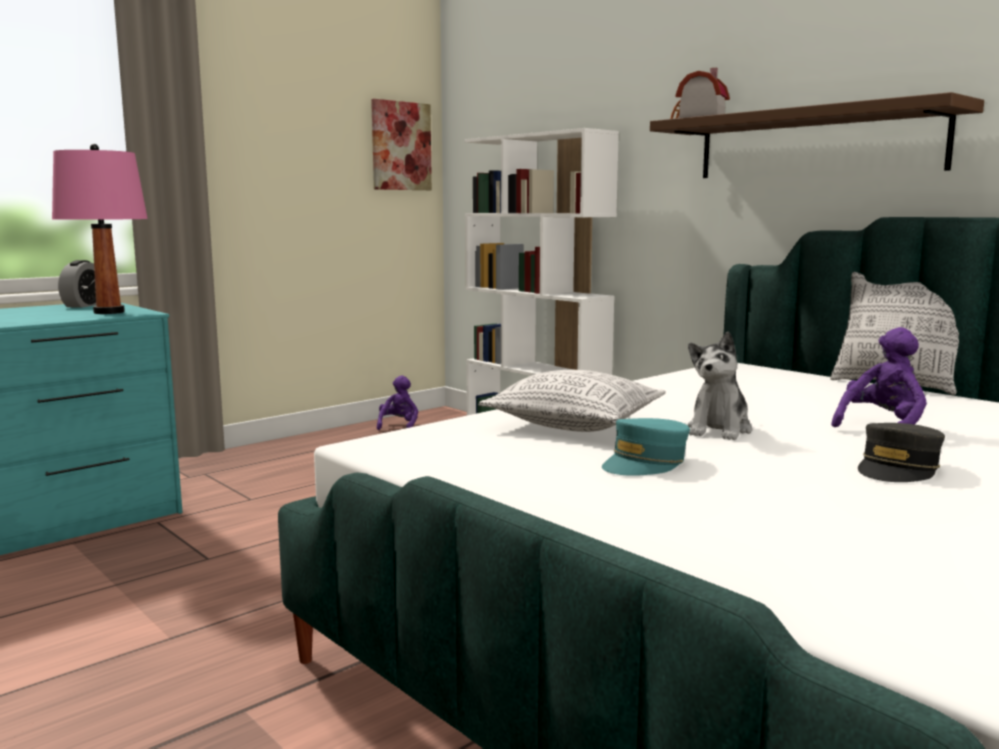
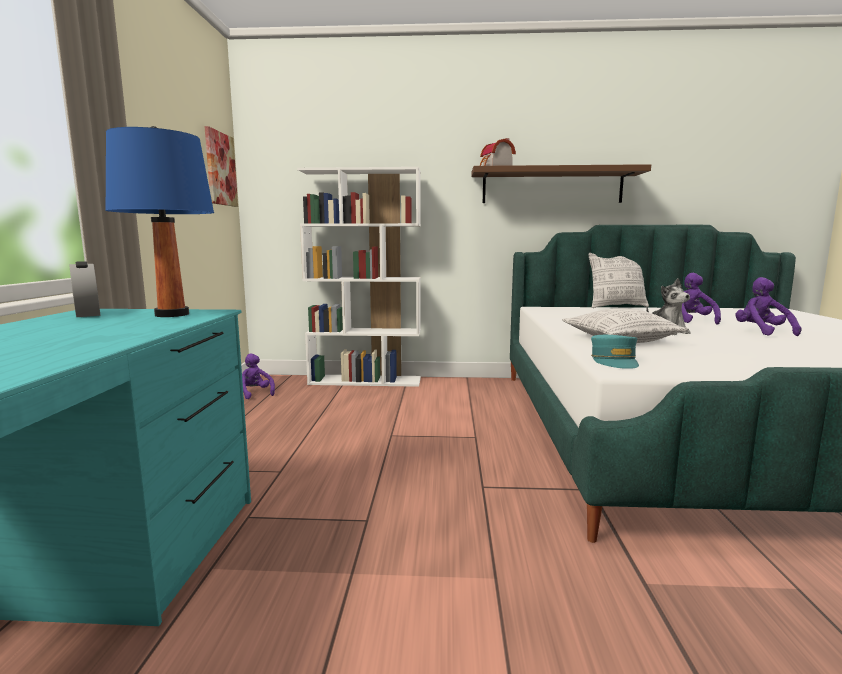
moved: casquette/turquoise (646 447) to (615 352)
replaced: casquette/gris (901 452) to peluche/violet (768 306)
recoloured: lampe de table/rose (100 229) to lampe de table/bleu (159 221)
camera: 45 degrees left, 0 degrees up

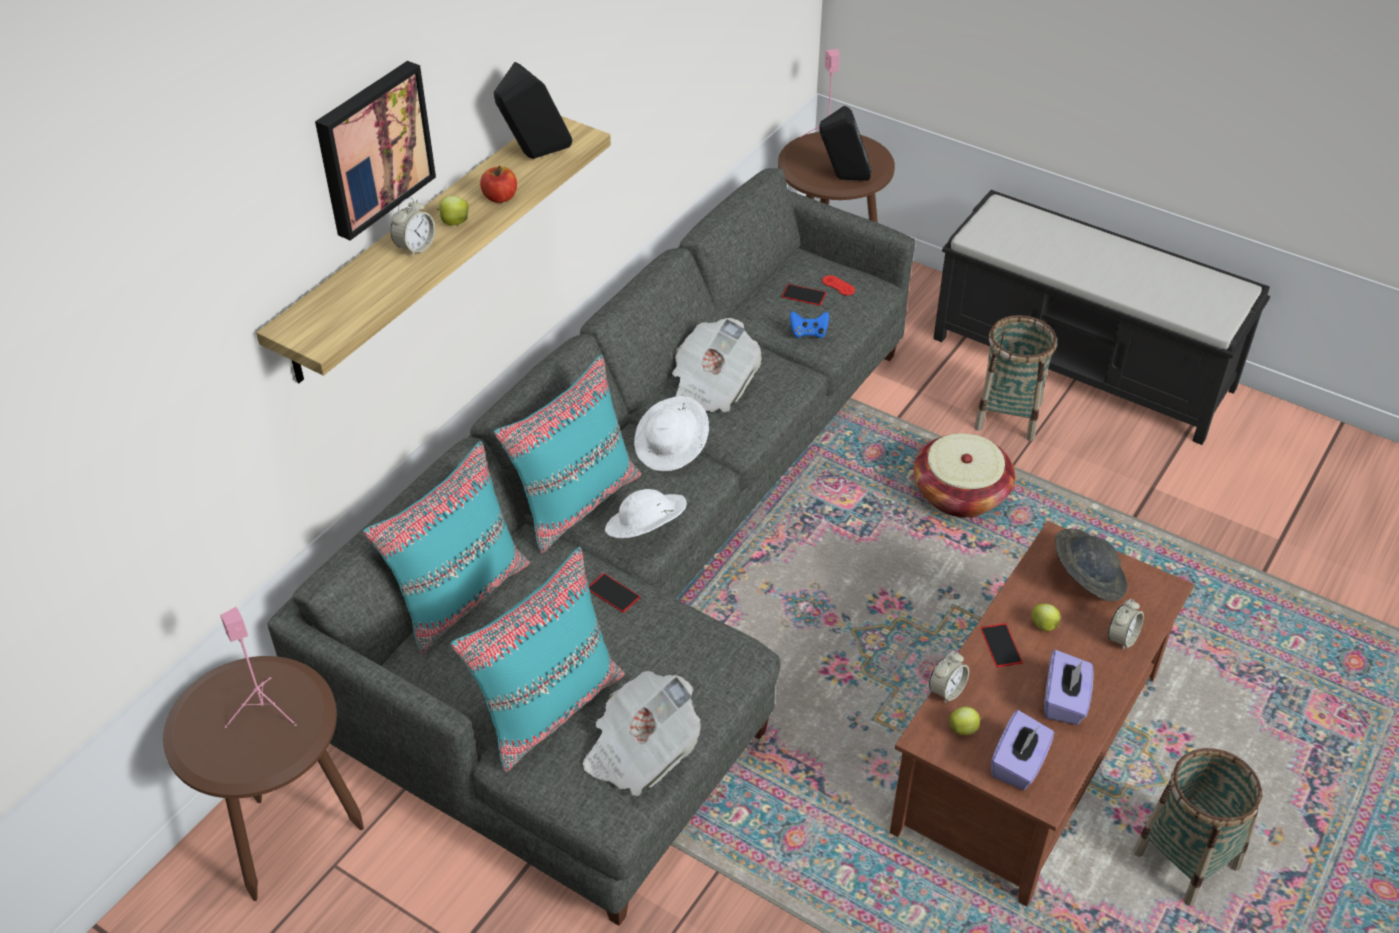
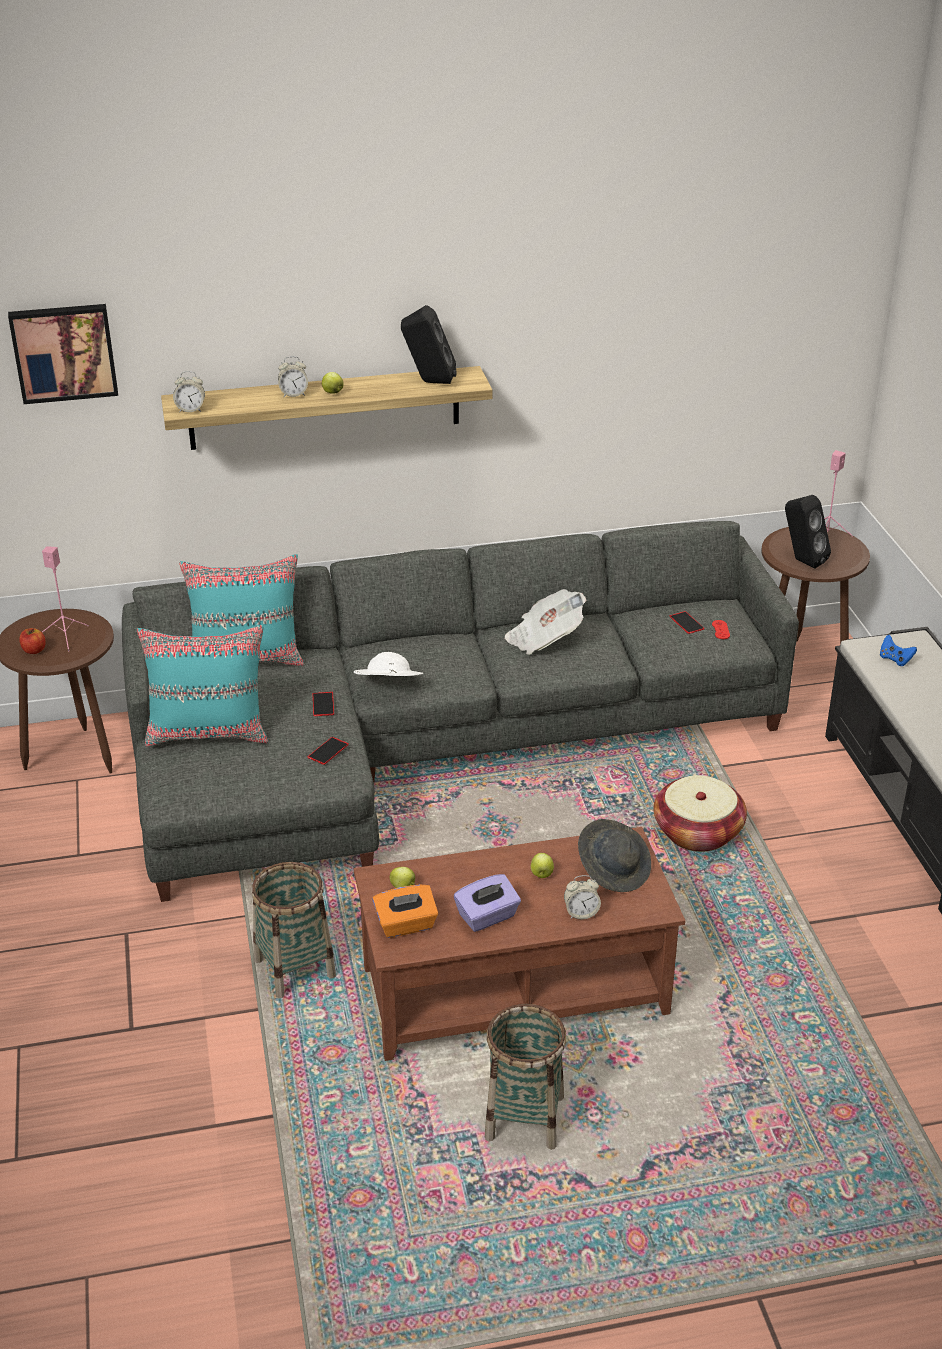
removed: coussin/turquoise (568 454); journal (642 733); chapeau/blanc (671 434)
moved: tableau (375 150) to (63 354); pomme (498 184) to (32 641); manette/bleu (809 324) to (898 650); réveil (949 677) to (189 391); panier (1015 378) to (294 930); téléphone (1002 645) to (328 751)
recoloured: boîte à mouchoirs/violet (1022 750) to boîte à mouchoirs/orange (405 911)
camera: 45 degrees right, 10 degrees down

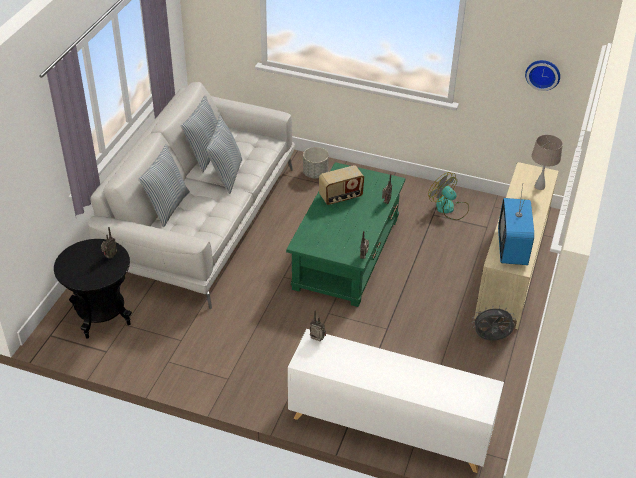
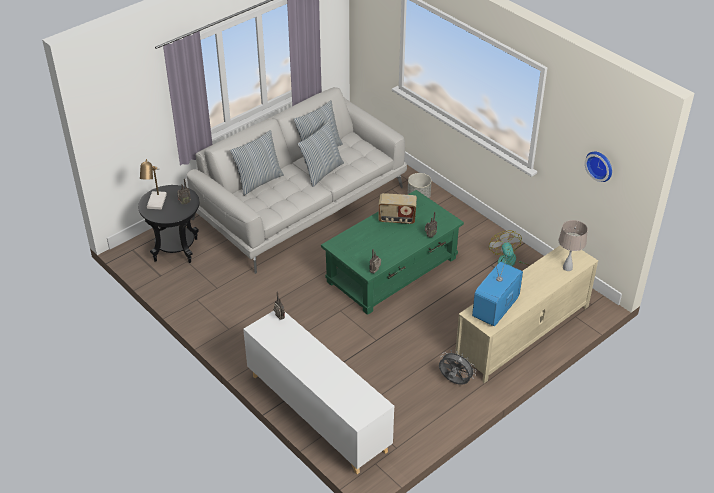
added: lampe de table (153 184)
camera: 30 degrees right, 0 degrees up

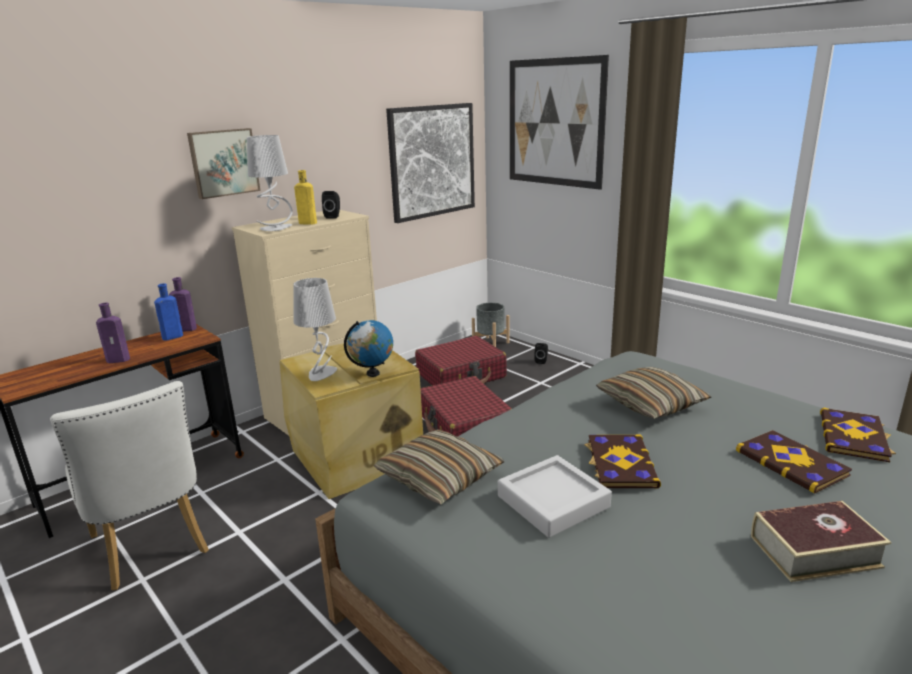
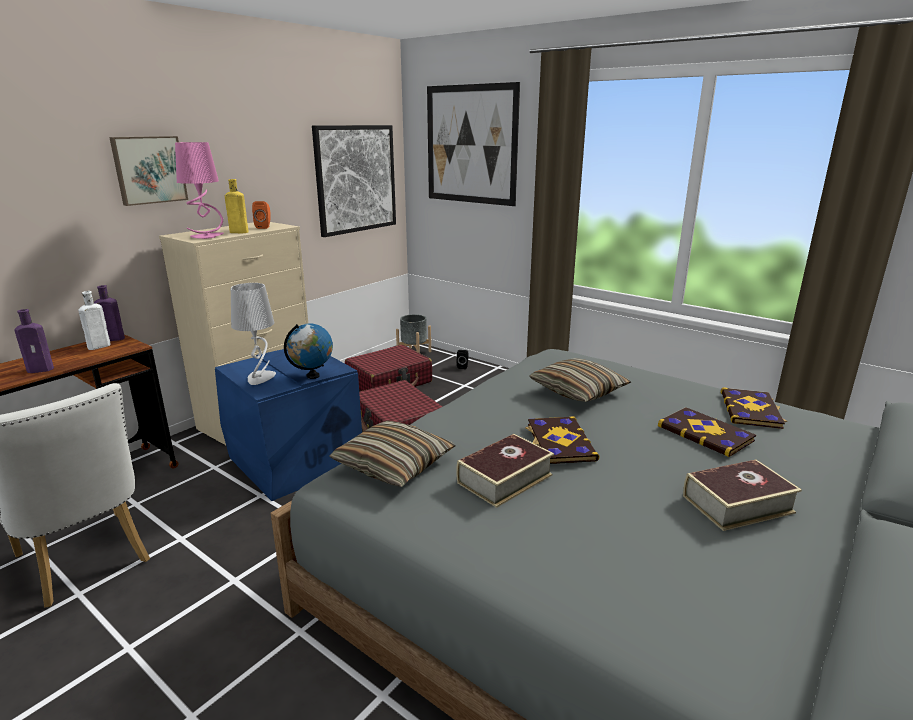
replaced: plateau/gris (555 496) to livre (505 471)
recoloured: bouteille/bleu (168 311) to bouteille/blanc (94 320); lampe de table/gris (270 183) to lampe de table/rose (199 190); boîte de rangement/beige (351 421) to boîte de rangement/bleu (288 425); enceinte/noir (331 205) to enceinte/orange (261 215)
camera: 10 degrees left, 0 degrees up

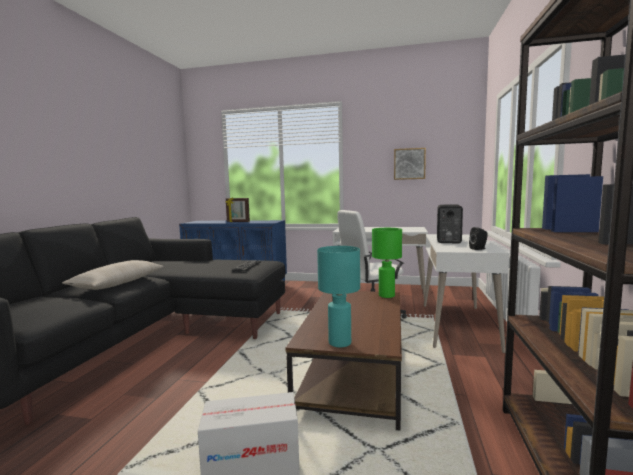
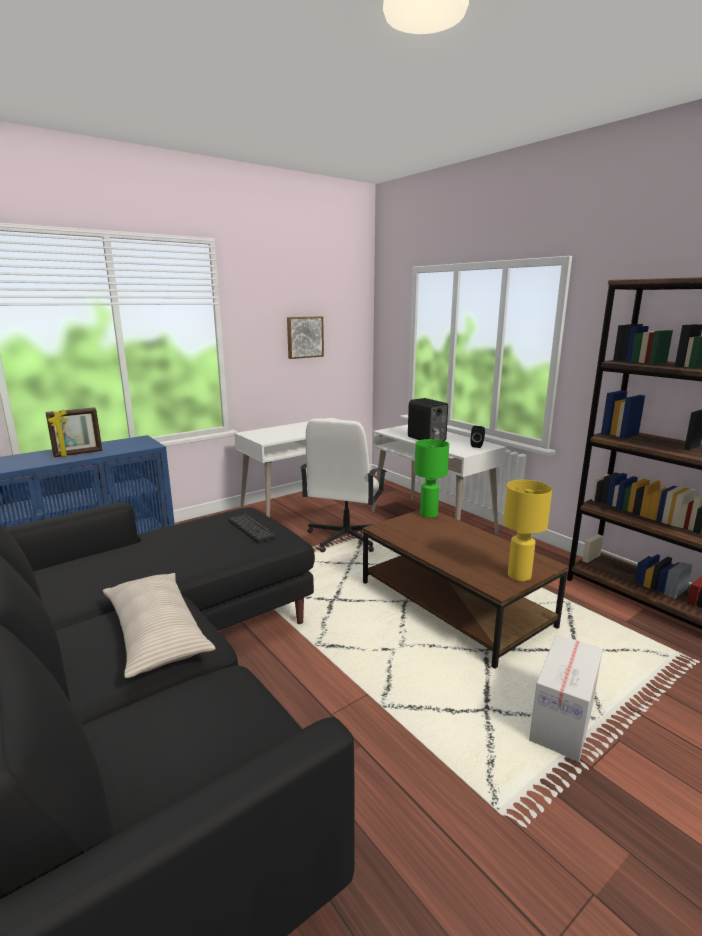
recoloured: lampe de table/turquoise (338 297) to lampe de table/jaune (527 530)
camera: 50 degrees left, 10 degrees up

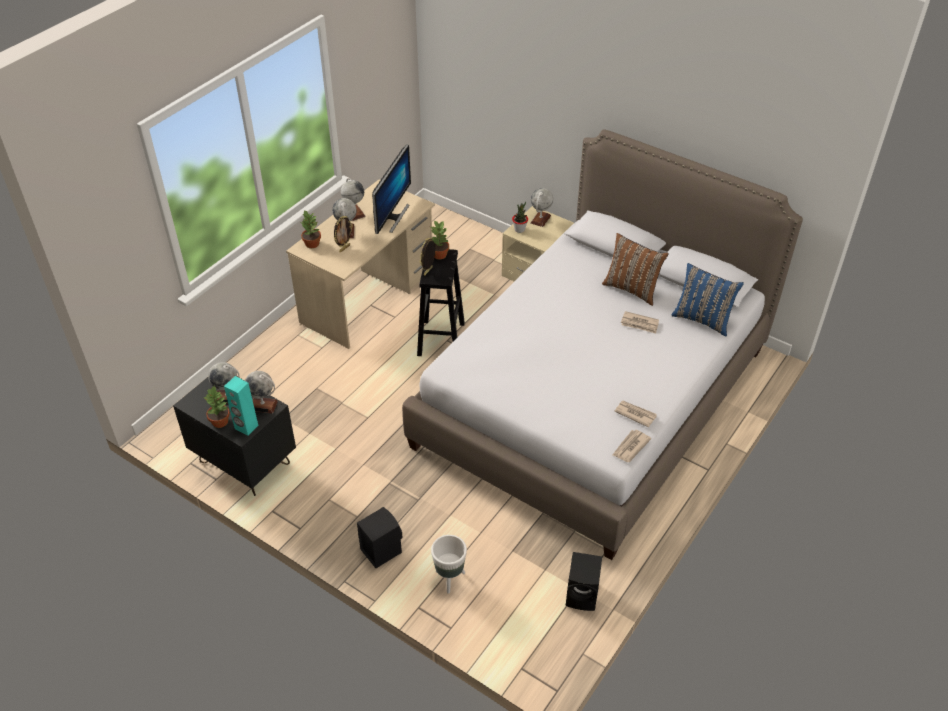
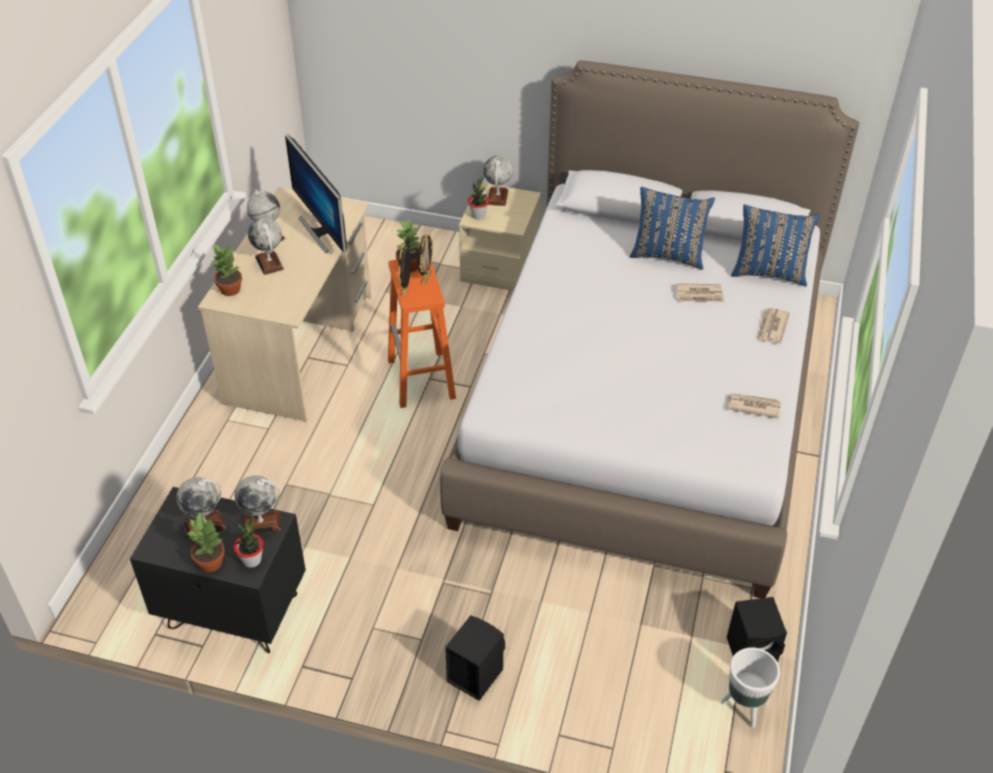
moved: cadre photo (343 234) to (426 259); cache-pot/blanc (449 564) to (750 687); journal (632 446) to (773 326)
replaced: enceinte/turquoise (241 406) to plante en pot (249 542)
recoloured: tabouret/noir (441 302) to tabouret/orange (422 334); coussin/marron (635 269) to coussin/bleu (672 228)
turned: écran d'ordinateur (391 189) = (316 194) 150 degrees clockwise
camera: 20 degrees left, 0 degrees up

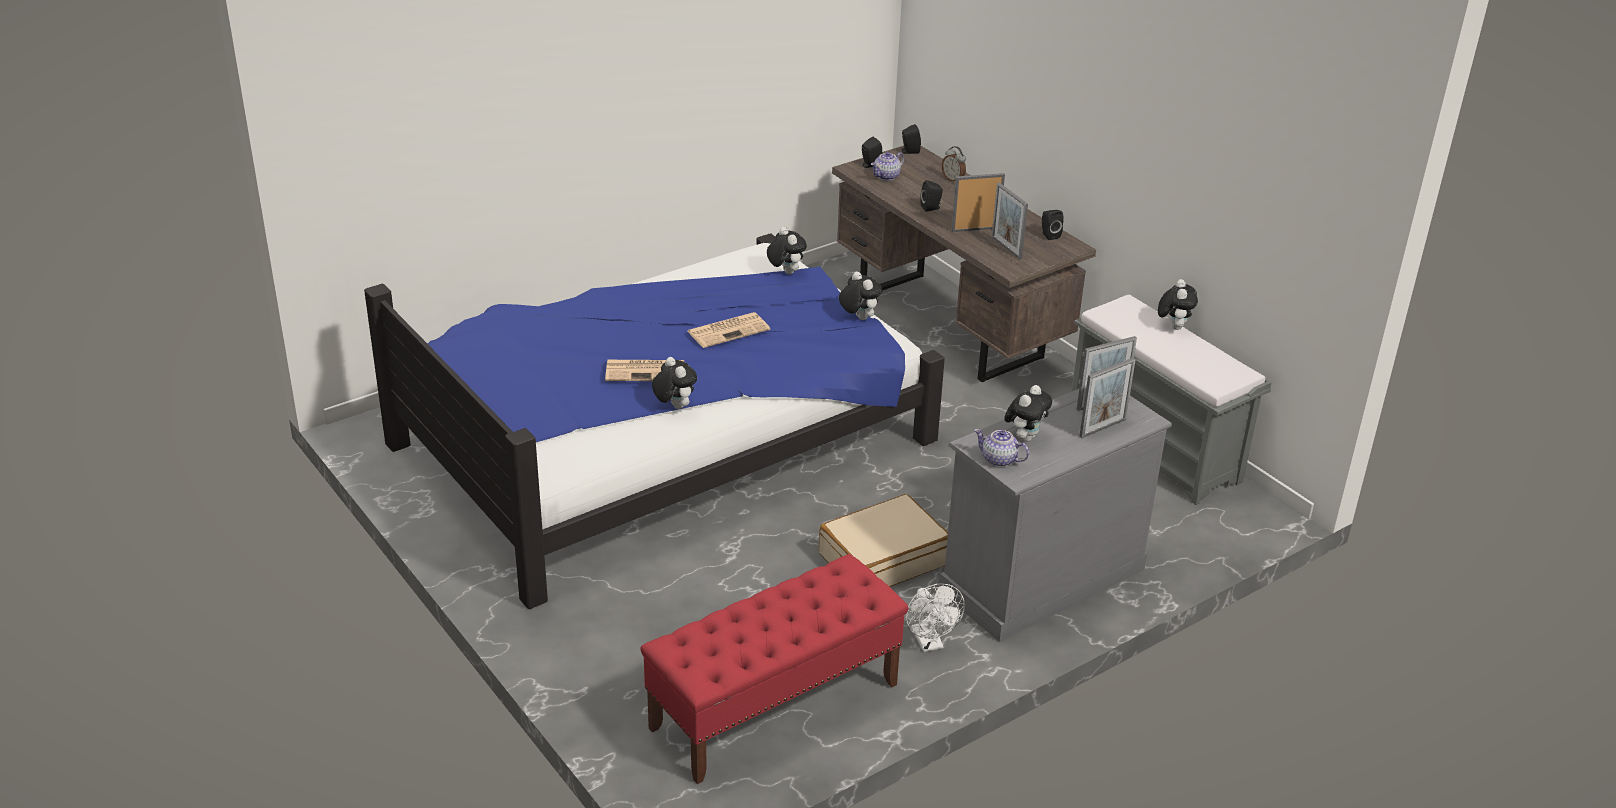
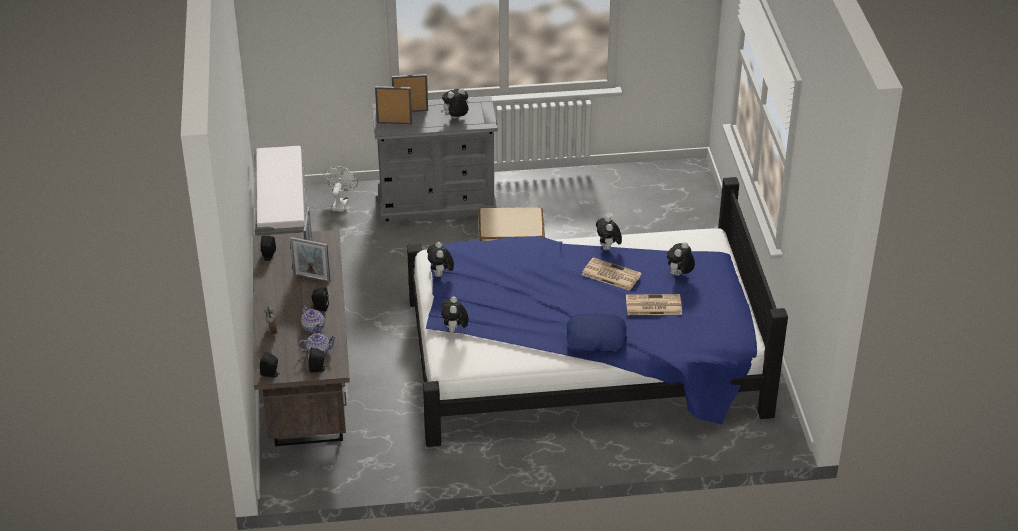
removed: banc/rouge (774 669)
added: coussin/bleu (596 333)
moved: journal (729 330) to (654 304); ventilateur/blanc (935 618) to (341 189); théière (1001 448) to (313 319); peluche (1178 304) to (681 259)
camera: 150 degrees left, 5 degrees up

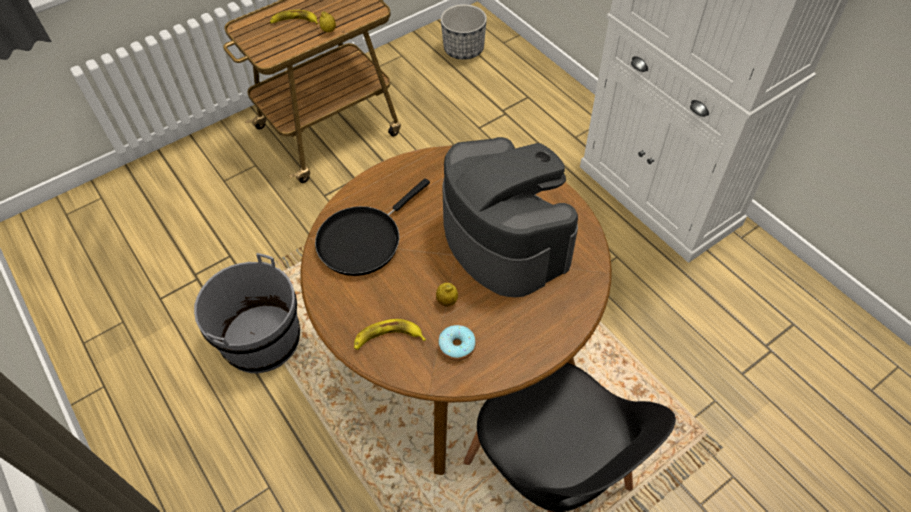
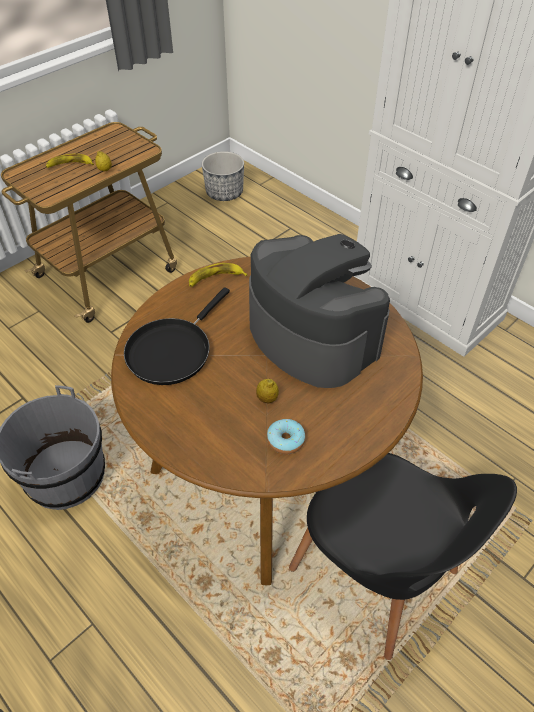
moved: banane (390 334) to (218 275)
camera: 10 degrees left, 5 degrees down

